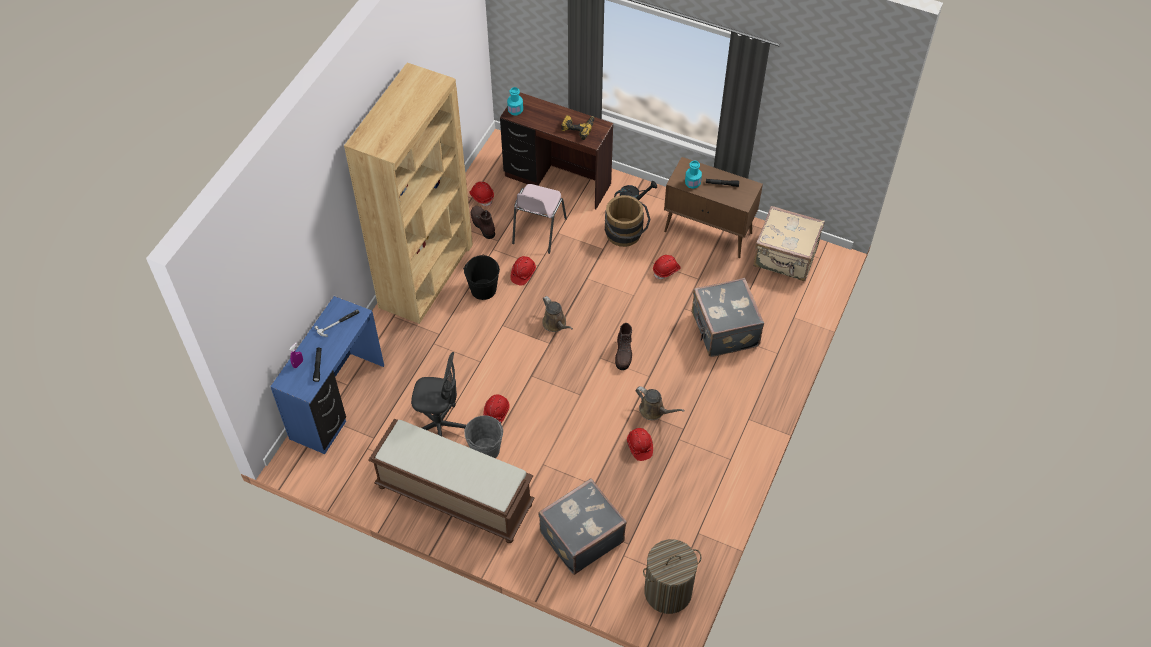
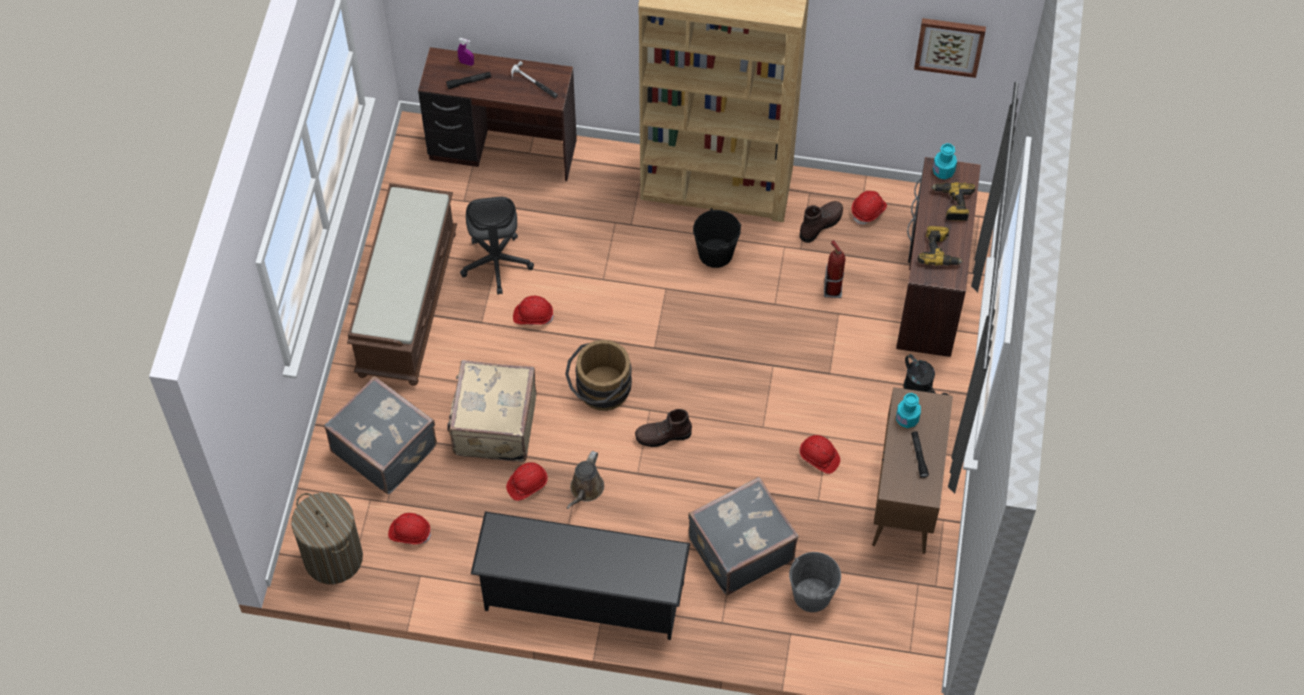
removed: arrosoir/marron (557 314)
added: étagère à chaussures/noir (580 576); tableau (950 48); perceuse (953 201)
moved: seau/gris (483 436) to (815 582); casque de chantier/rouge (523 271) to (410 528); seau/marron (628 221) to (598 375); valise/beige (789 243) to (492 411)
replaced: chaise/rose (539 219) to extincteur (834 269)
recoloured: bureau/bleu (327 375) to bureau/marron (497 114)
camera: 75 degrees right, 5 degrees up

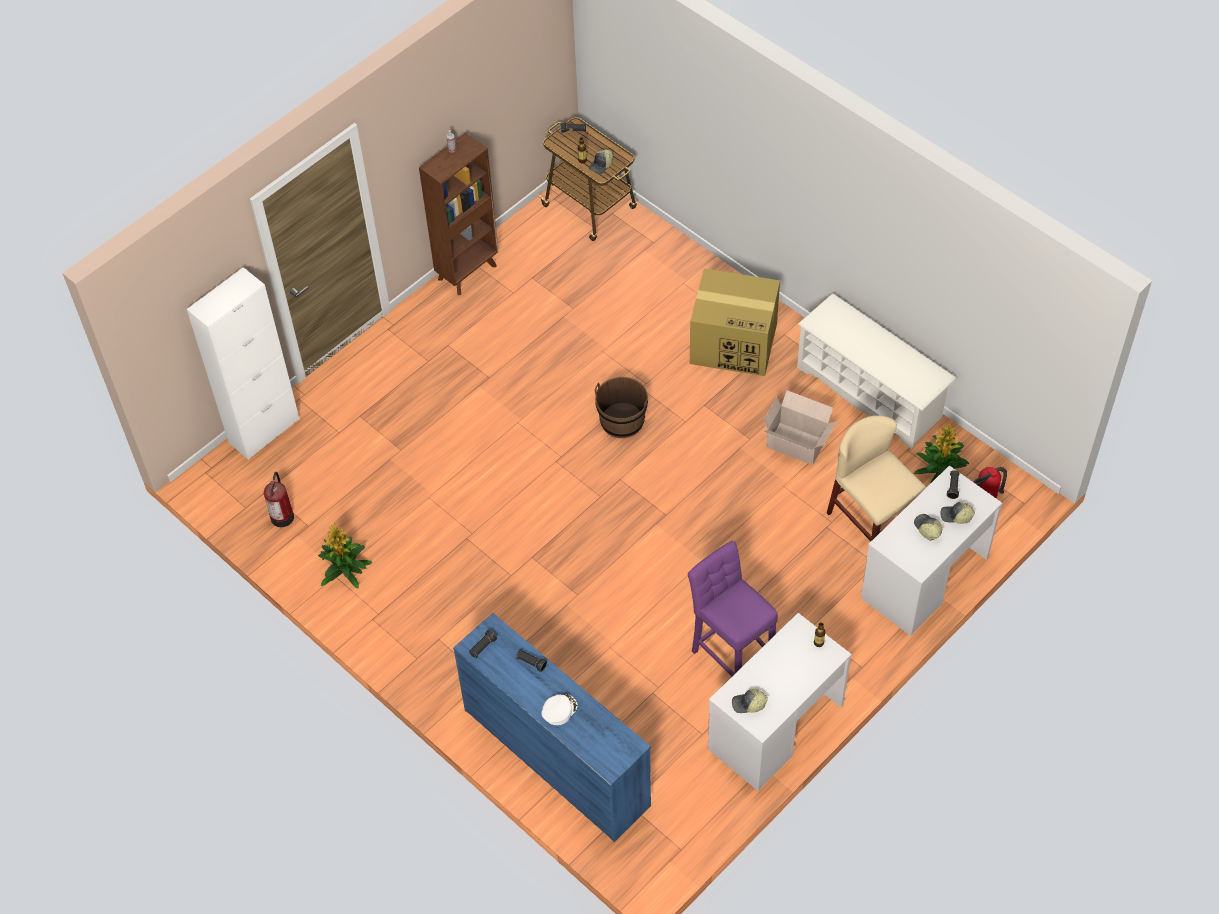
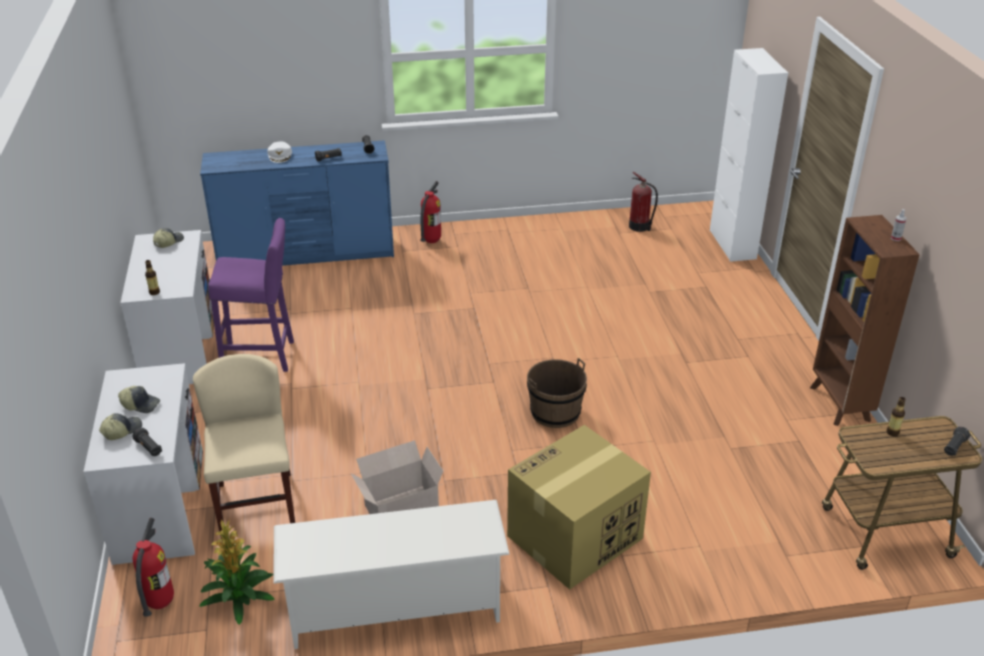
removed: plante en pot (345 555); casquette (601 161)
added: extincteur (430 212)
turned: chaise/beige (877 478) = (244 446) 105 degrees counterclockwise
camera: 125 degrees right, 20 degrees down

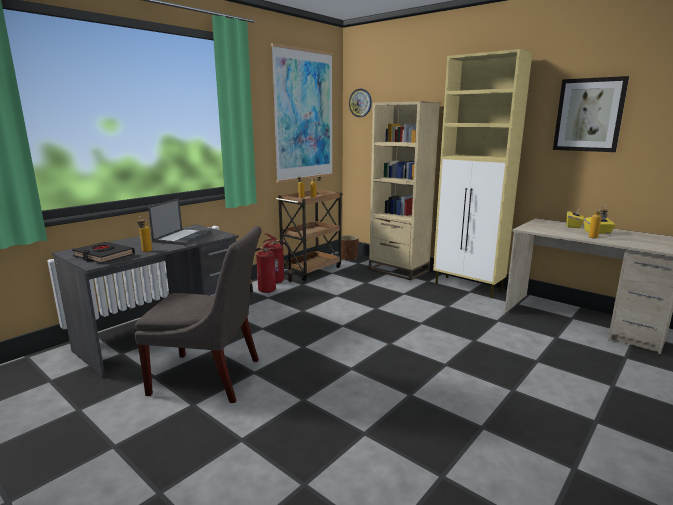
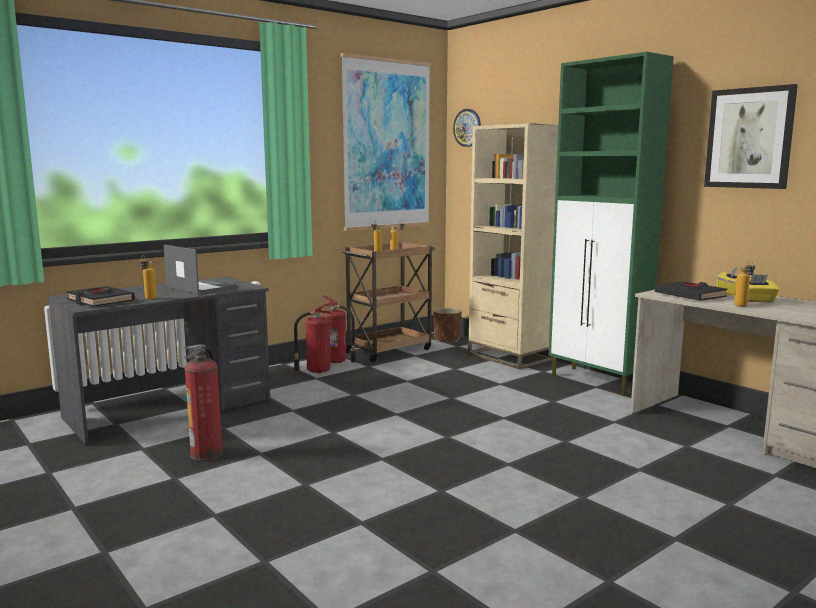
added: livre/noir (691 291)
replaced: chaise/gris (198 314) to extincteur (203 402)
recoloured: meuble de rangement/beige (482 173) to meuble de rangement/vert (611 224)
turned: ordinateur portable (180 221) = (201 270) 75 degrees counterclockwise
camera: 10 degrees right, 5 degrees down

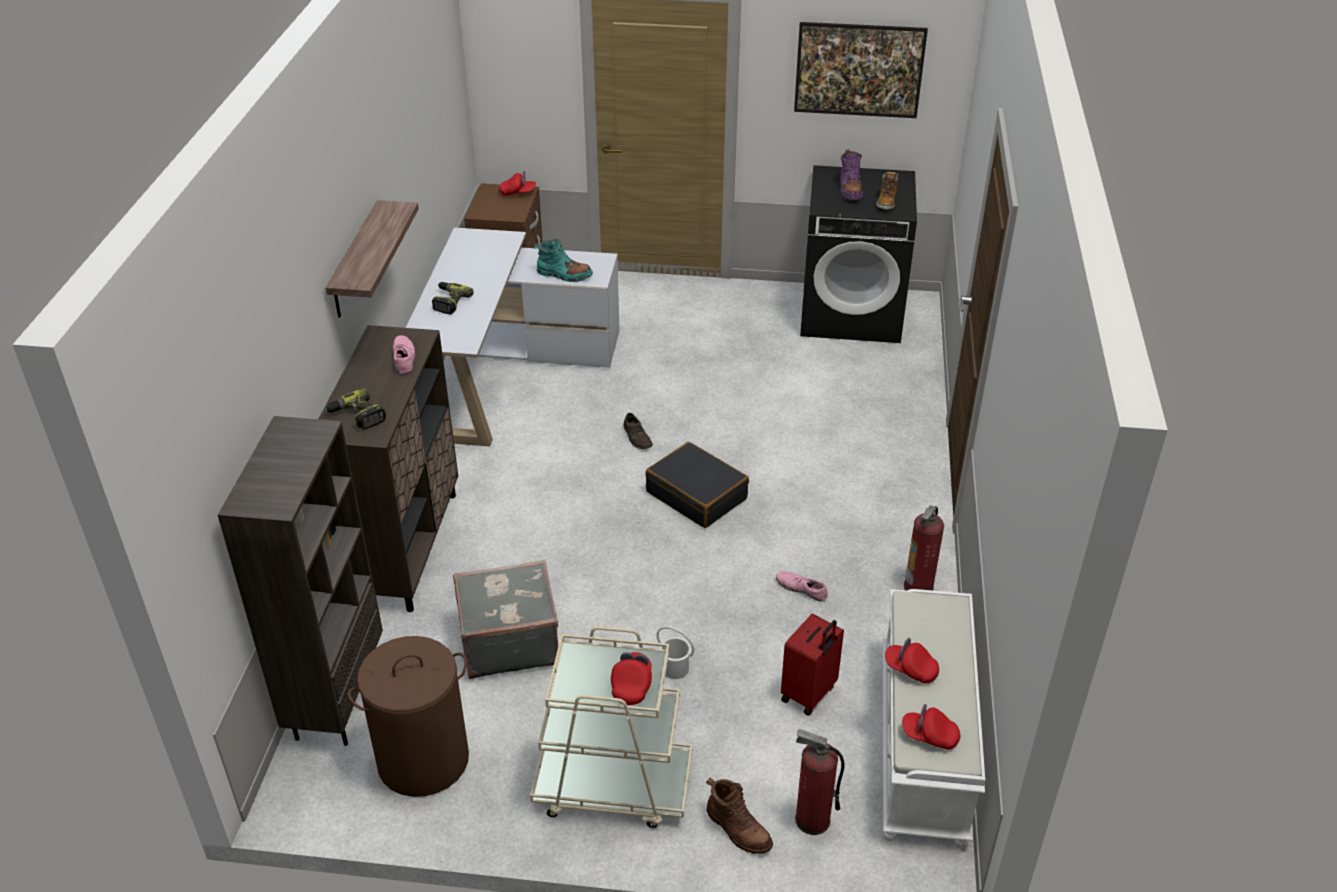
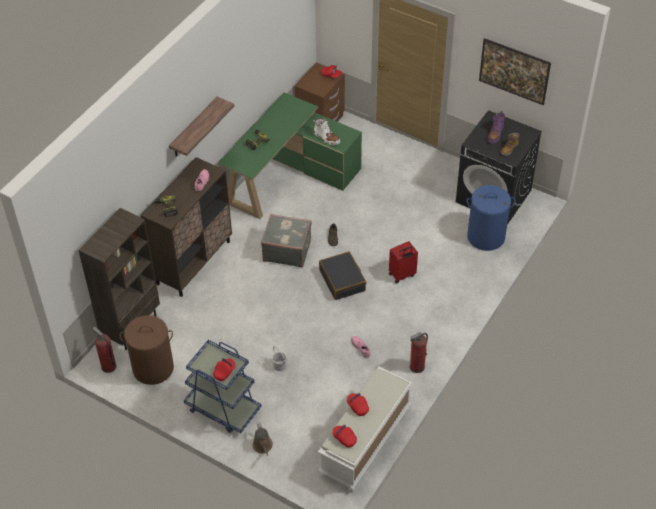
added: panier à linge/bleu (491 218)
moved: valise/gris (505 619) to (286 240); valise/rouge (812 665) to (403 262); extincteur (819 782) to (104 350)
replaced: botte/marron (739 816) to arrosoir/marron (263 439)
recoloured: bureau/blanc (513 337) to bureau/vert (290 156); chariot/beige (611 727) to chariot/bleu (223 386); botte/turquoise (563 260) to botte/blanc (326 131)
camera: 25 degrees right, 10 degrees up

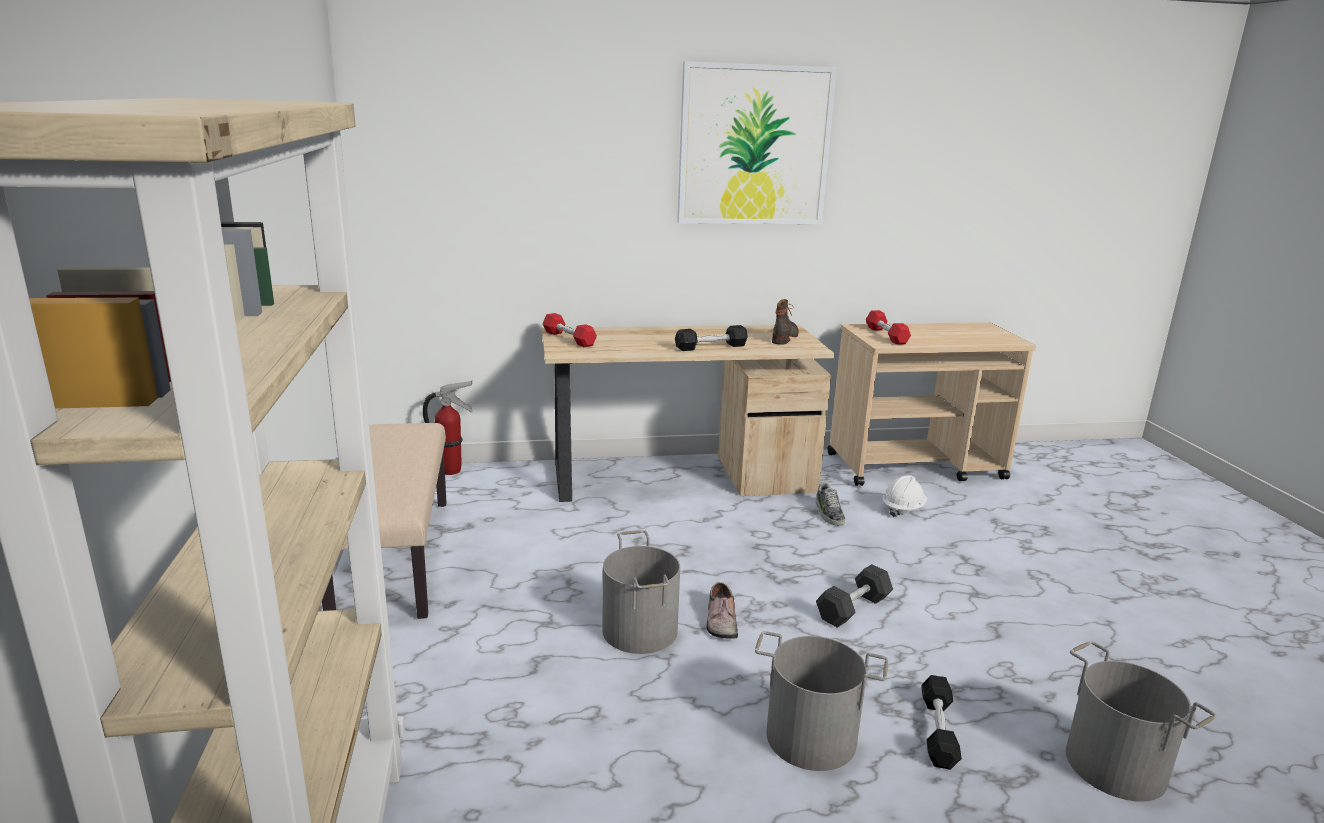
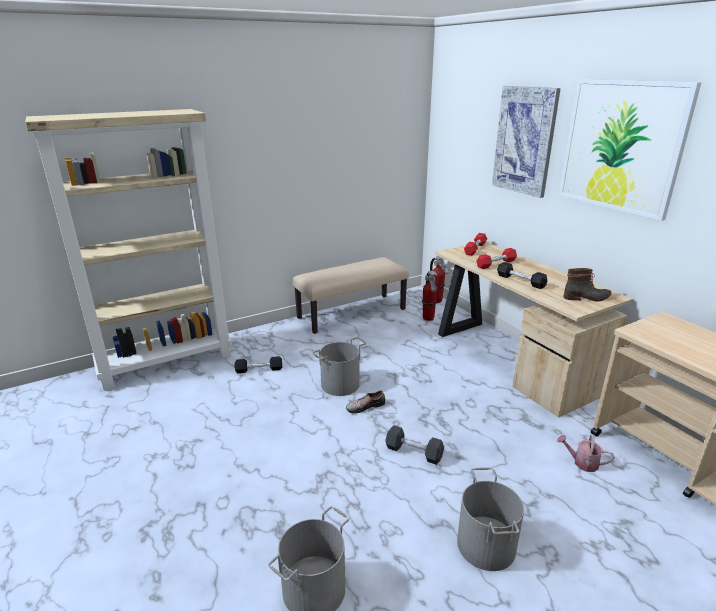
removed: chaussure (830 503)
added: extincteur (430 296); tableau (526 142)
moved: seau/gris (821 701) to (490 519); haltère/rouge (888 327) to (496 258); haltère/noir (941 722) to (258 364)
replaced: casque de chantier/blanc (905 496) to arrosoir (585 453)
camera: 70 degrees right, 5 degrees up

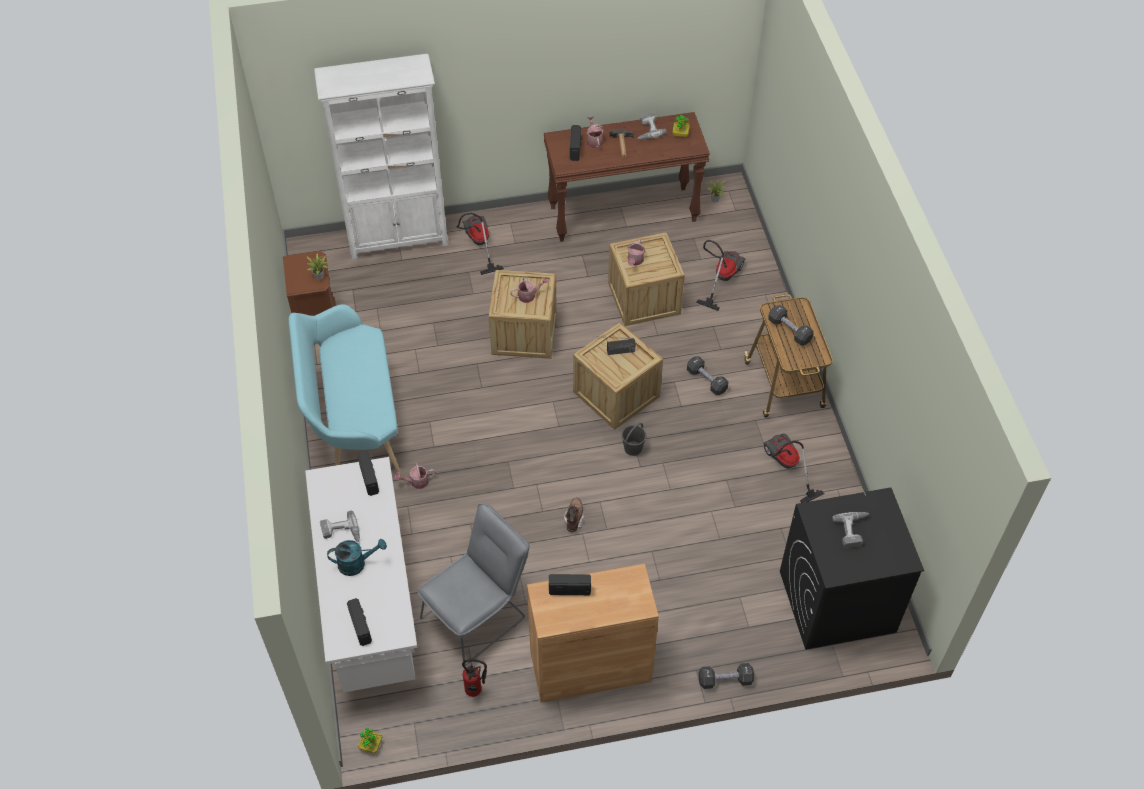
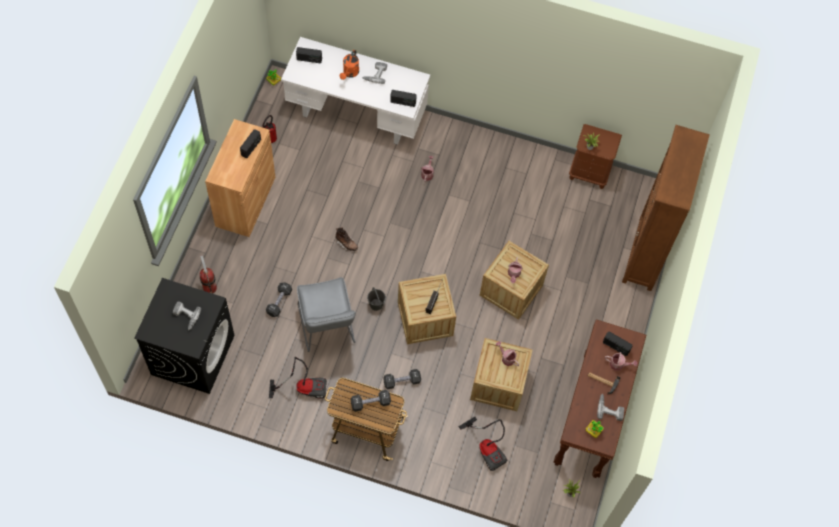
removed: banc/turquoise (346 390); aspirateur (480 244)
added: extincteur (208 274)
moved: chaise/gris (473 584) to (326 314); haltère/noir (726 676) to (279 299)
recoloured: bibliothèque/blanc (381 157) to bibliothèque/marron (666 208); arrosoir/turquoise (357 557) to arrosoir/orange (349 65)
camera: 115 degrees right, 10 degrees up

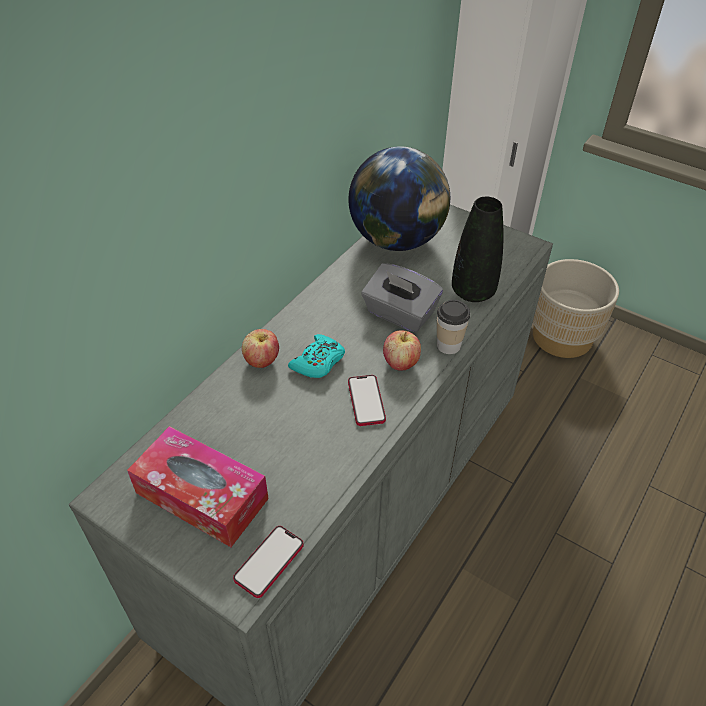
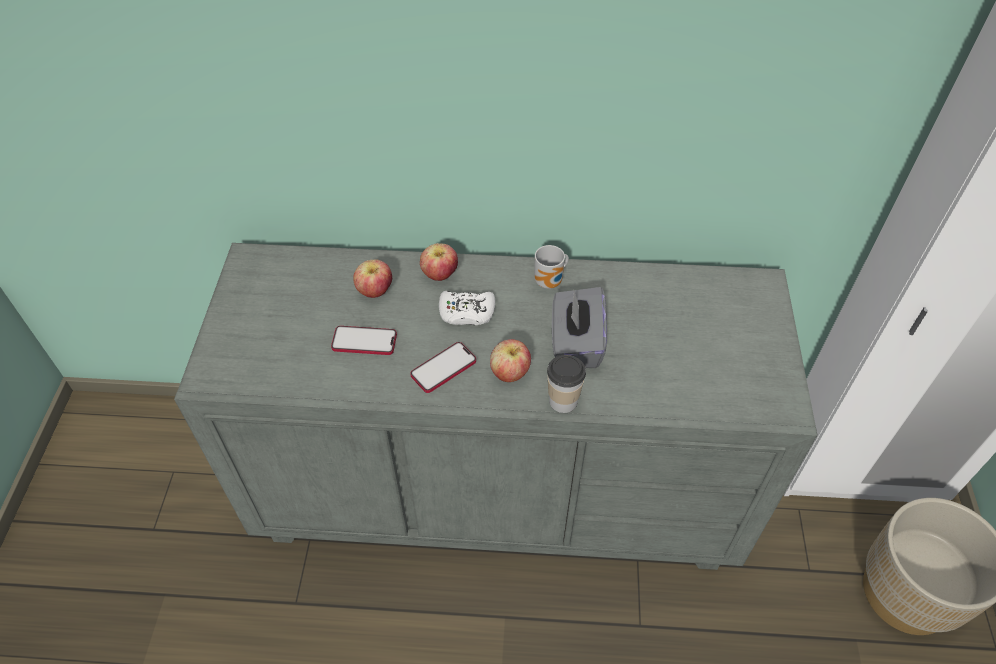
removed: boîte à mouchoirs (198 486); globe (399 199); vase/noir (477 249)
added: pomme (372 278); mug (551 267)
moved: téléphone (268 562) to (364 340)
recoloured: manette/turquoise (316 356) to manette/blanc (467 308)
camera: 60 degrees right, 5 degrees up

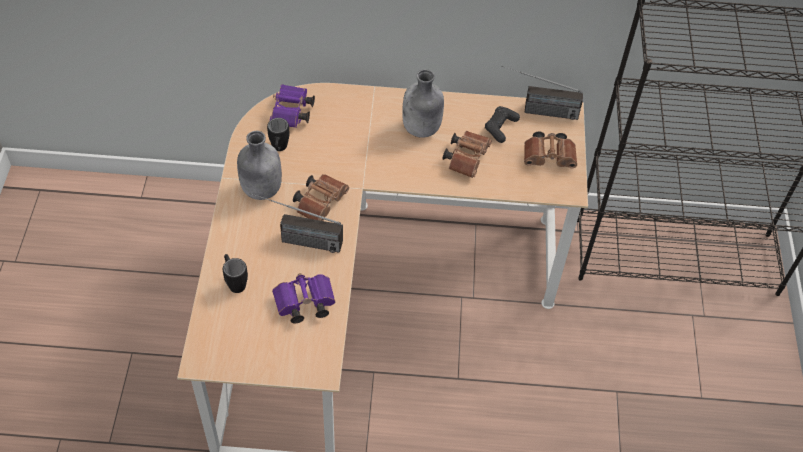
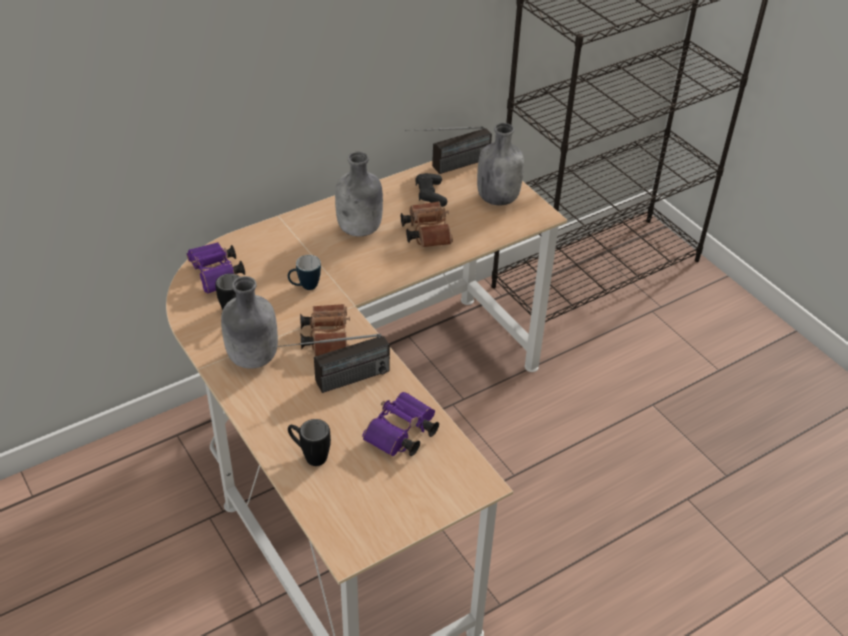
added: mug (304 272)
replaced: jumelles/marron (550 150) to bouteille/gris (500 164)
camera: 35 degrees left, 10 degrees down

